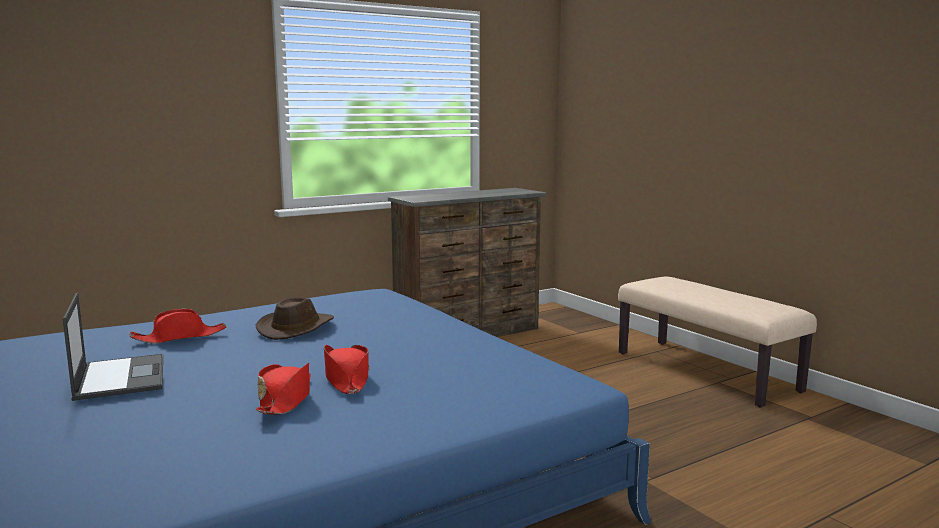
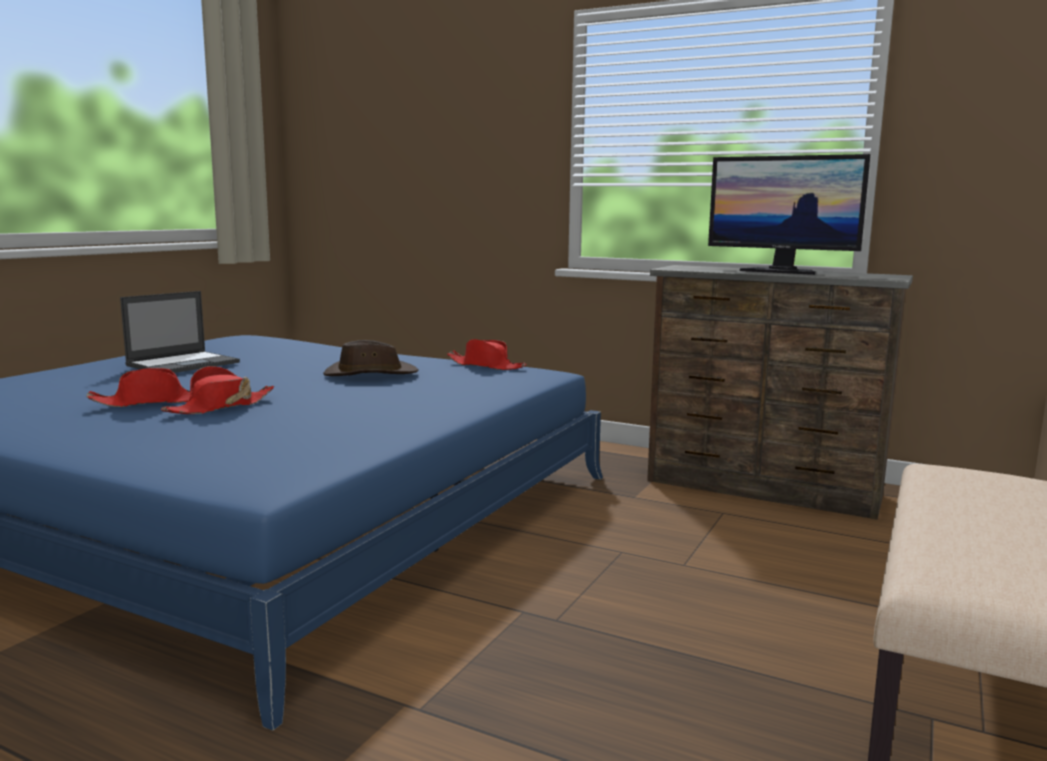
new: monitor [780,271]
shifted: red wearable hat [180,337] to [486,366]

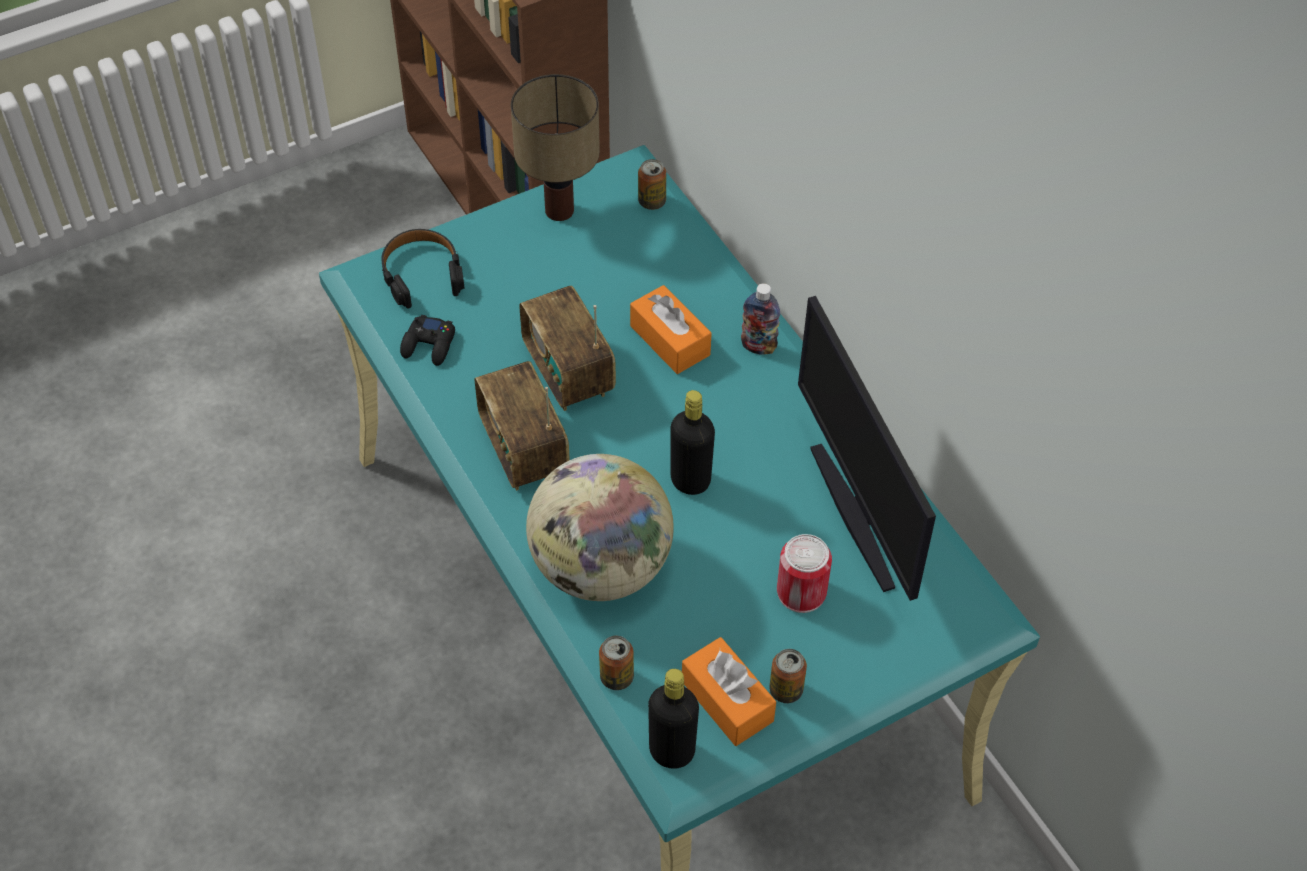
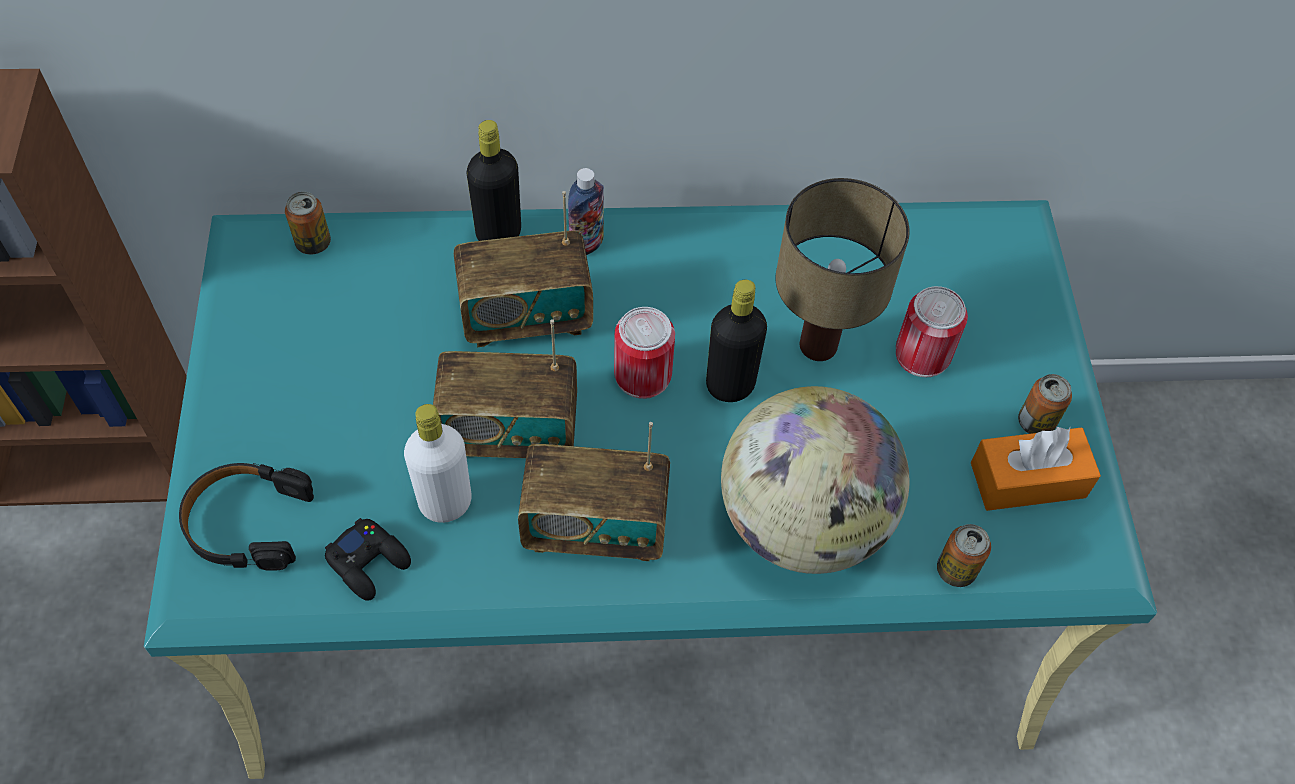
gone: monitor [857,515]
new: can [642,375]; white drink bottle [445,503]
shifted: lamp for a table [559,209] to [816,345]; black-coloured drink bottle [672,751] to [498,234]
swapped: orange-coloured tissue box [670,340] to radio [526,317]

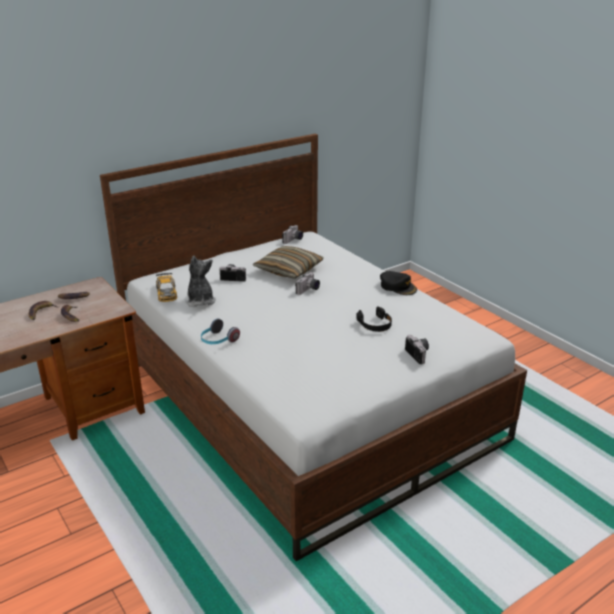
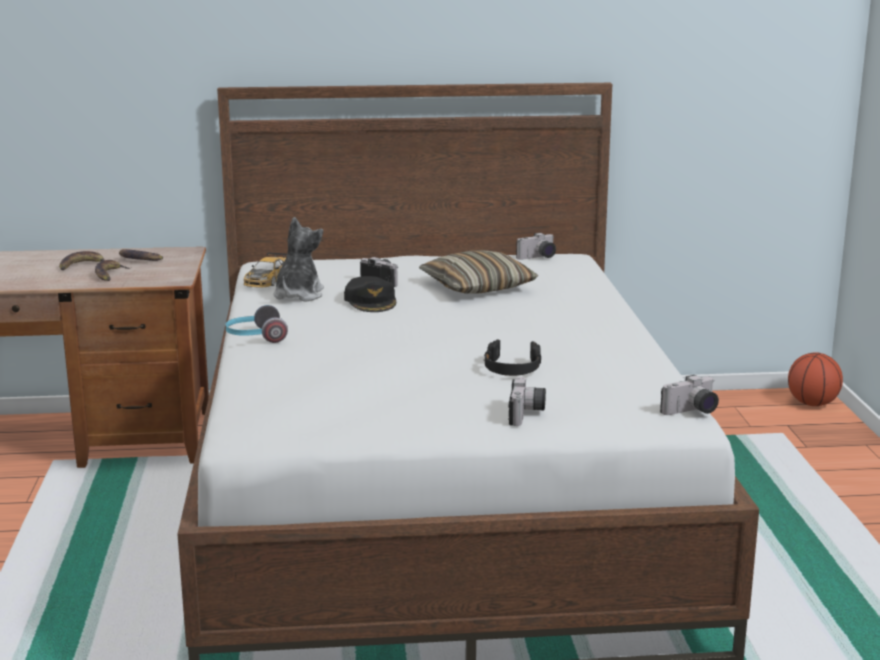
new: ball for basketball [812,404]
shifted: black-coloured peaked cap [398,287] to [371,301]; still camera [308,290] to [692,412]

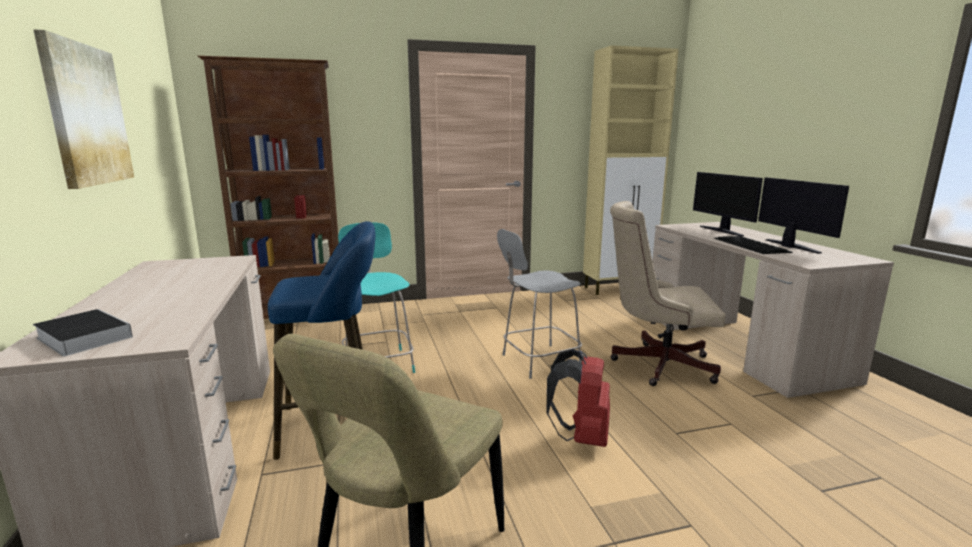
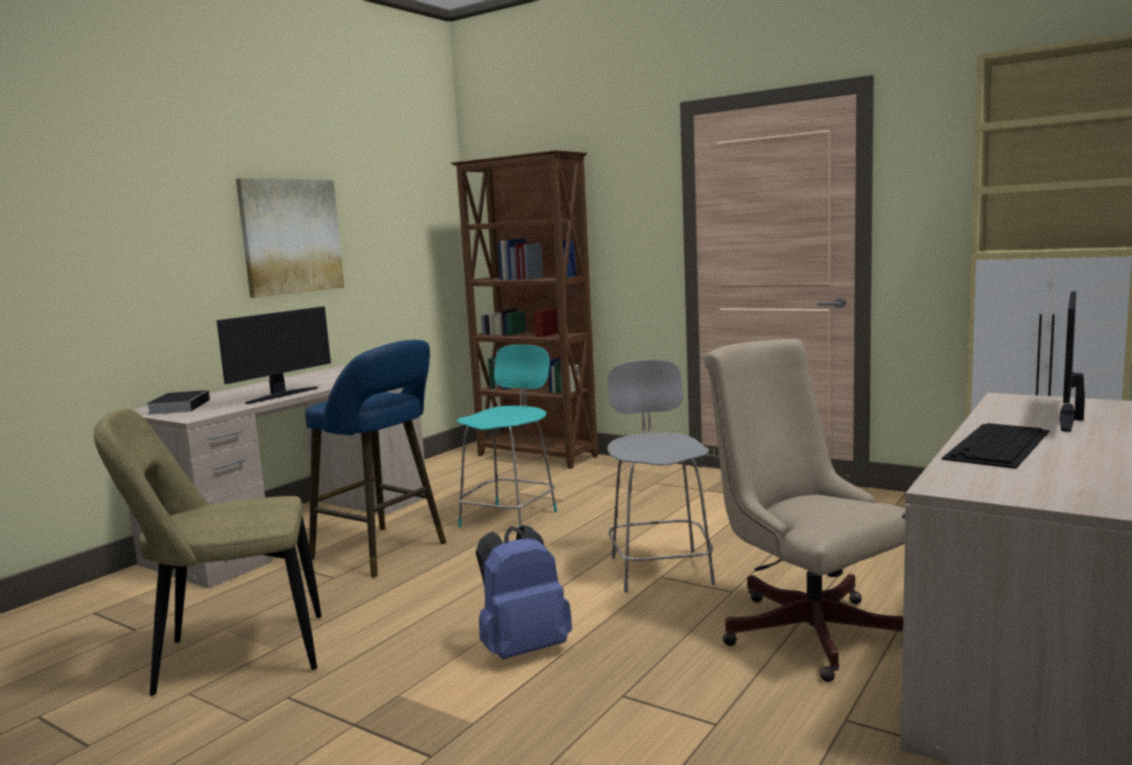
shifted: monitor [790,246] to [281,395]
repainted: red backpack [581,437] to bluish backpack [523,648]
rotated: grey chair [538,361] = [660,569] 60 degrees clockwise

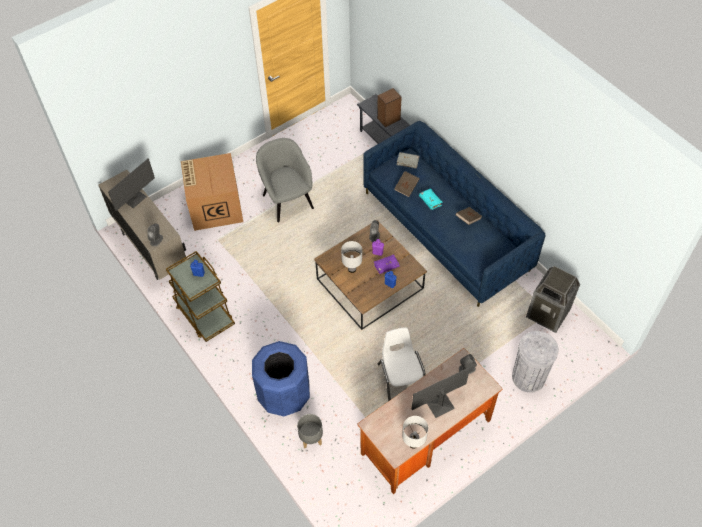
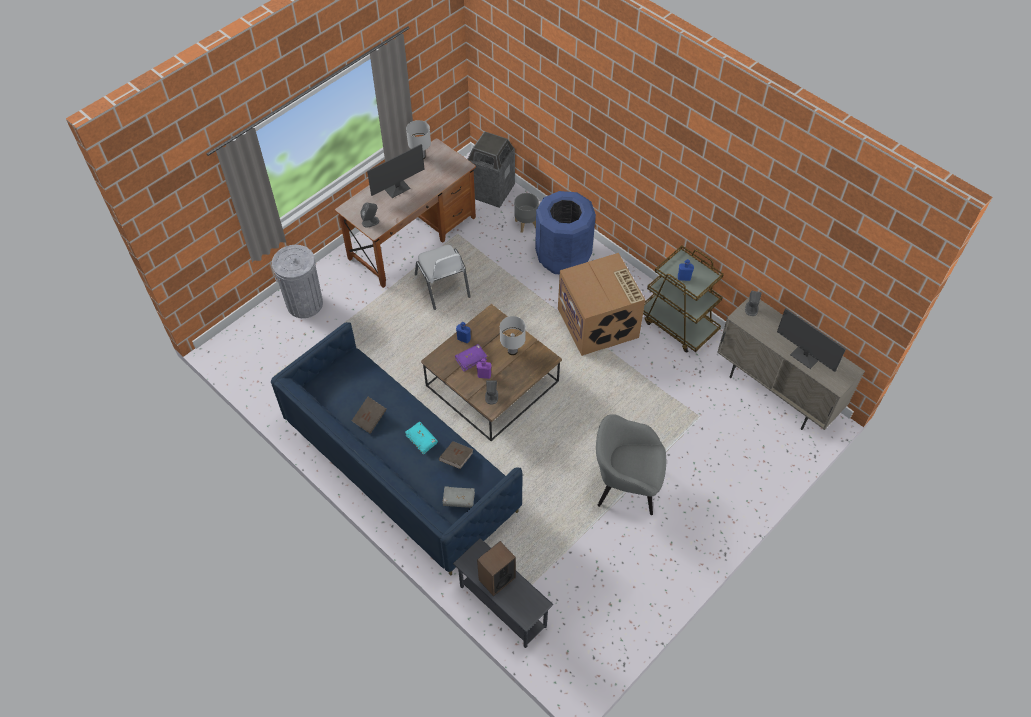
shifted: carton [215,206] to [599,323]; rubbish bin [548,313] to [491,191]
rotated: grey lounge chair [287,200] = [625,485] 135 degrees clockwise; monitor [135,199] = [805,356] 75 degrees counterclockwise

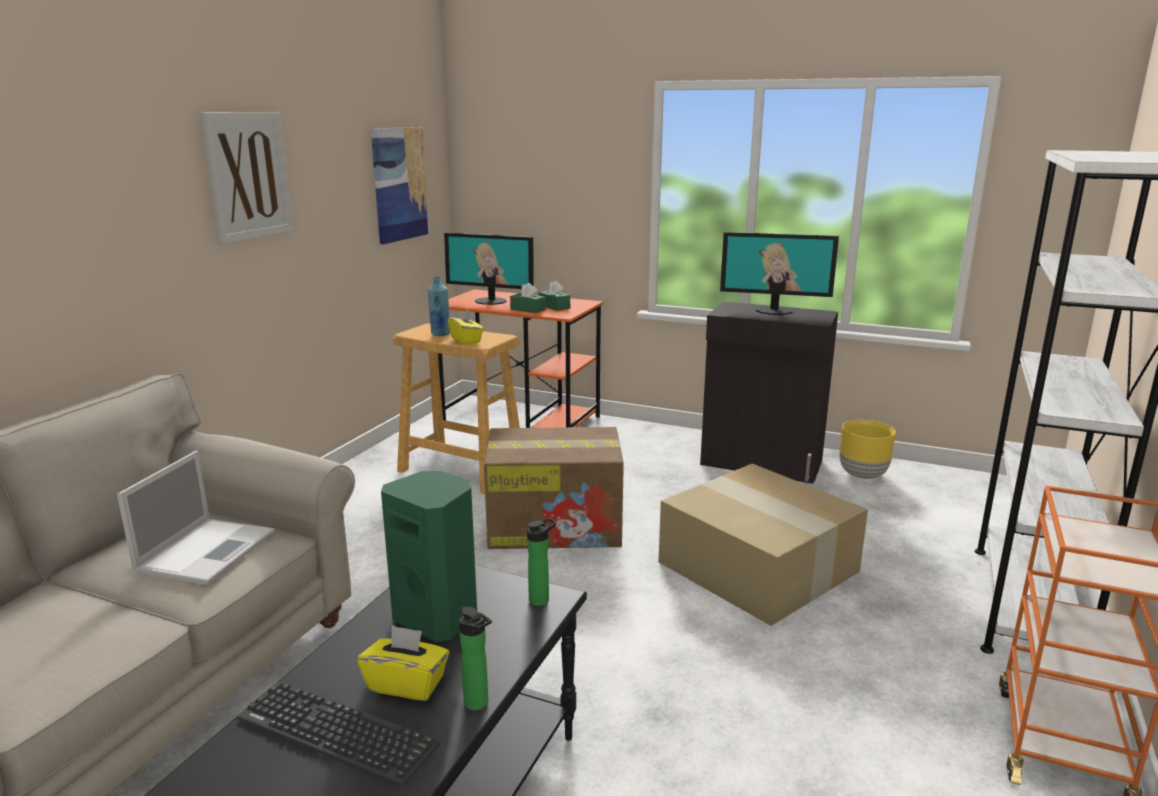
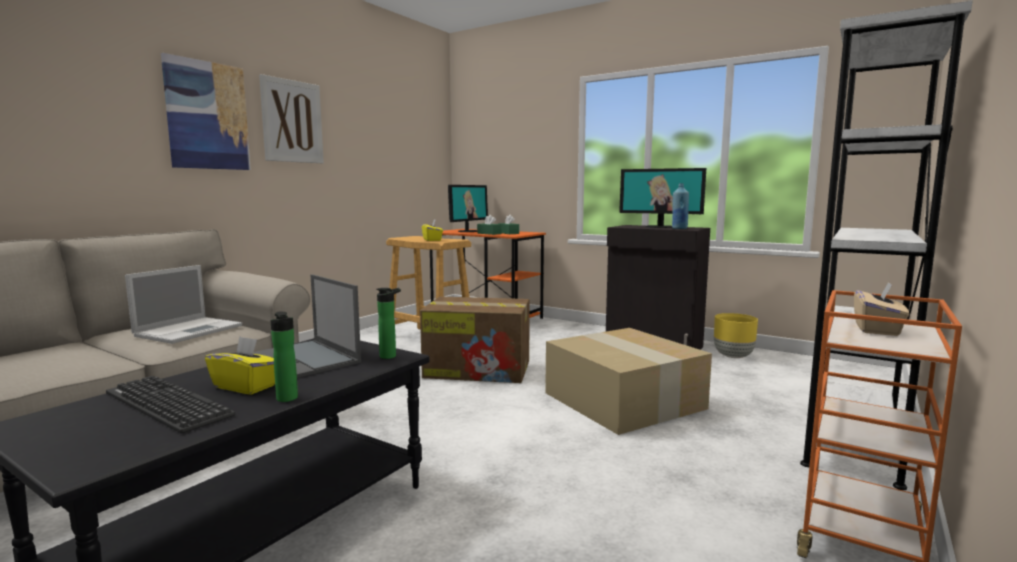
new: beige-coloured tissue box [877,329]
shifted: wall art [399,184] to [207,116]; bluish drink bottle [440,334] to [679,228]
swapped: green loudspeaker [438,618] to notebook computer [304,359]
rotated: monitor [491,301] = [468,231] 90 degrees counterclockwise

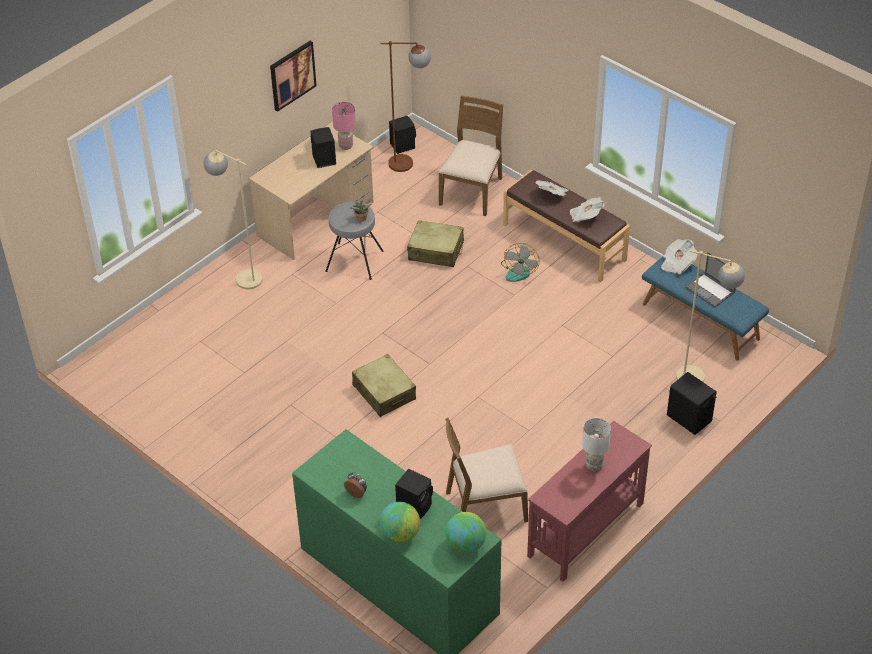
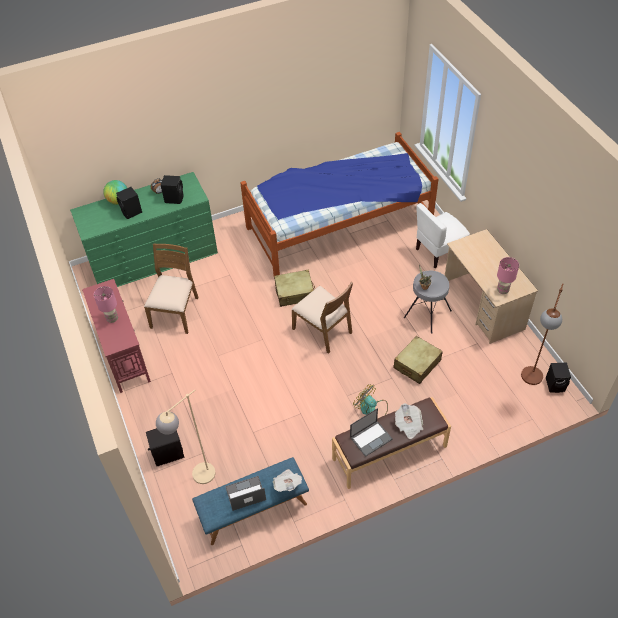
gone: wall art [292,75]; desk globe [465,544]
new: bed [338,225]
shifted: brownish chair [472,191] to [323,330]; black-coloured loudspeaker [323,160] to [174,198]
swapped: beige-coloured floor lamp [241,276] to white chair [439,252]; newspaper [585,216] to notebook computer [371,438]
repainted: white lamp for a table [593,466] to pinkish lamp for a table [112,318]

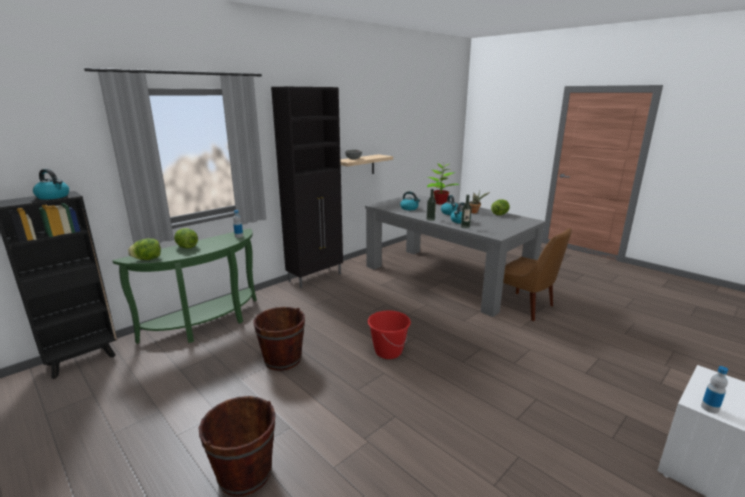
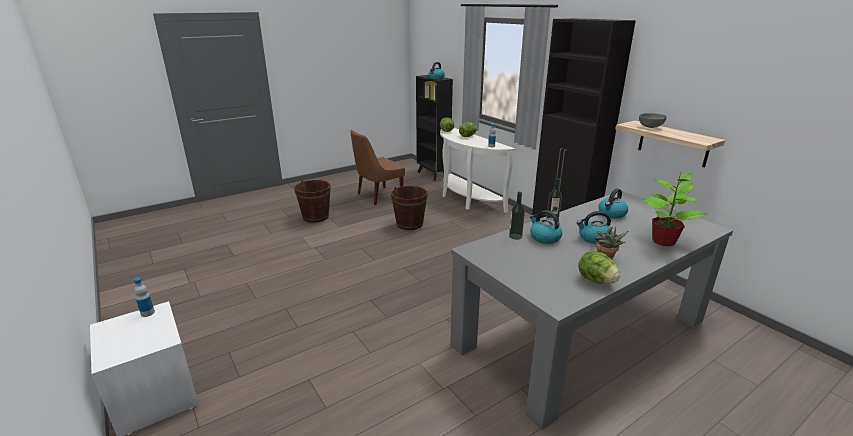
gone: red water bucket [388,351]
shifted: brownish chair [526,307] to [378,196]
repainted: green console table [207,325] to white console table [466,199]

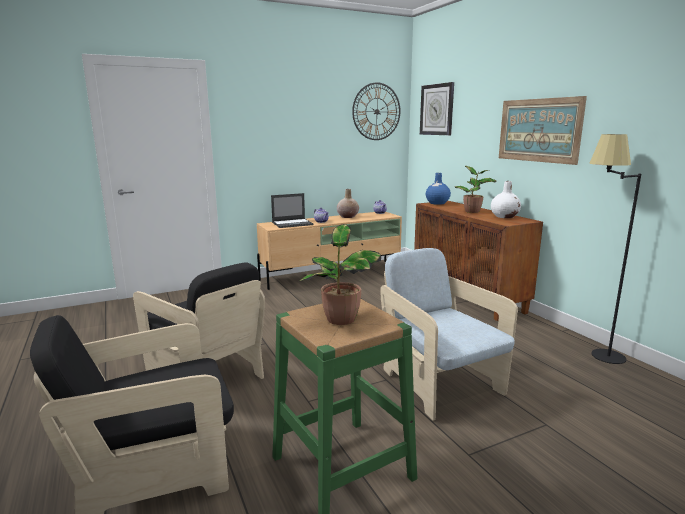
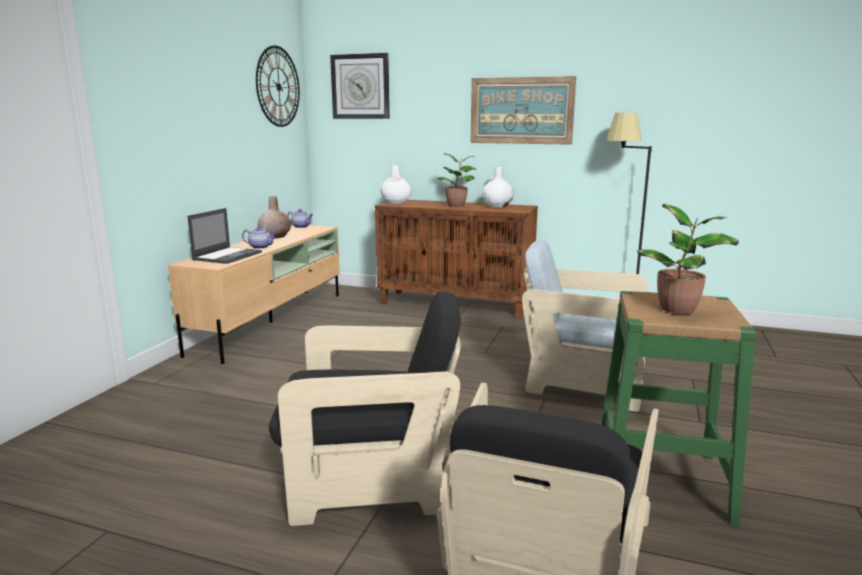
repainted: bluish flower vase [437,203] to white flower vase [395,202]

